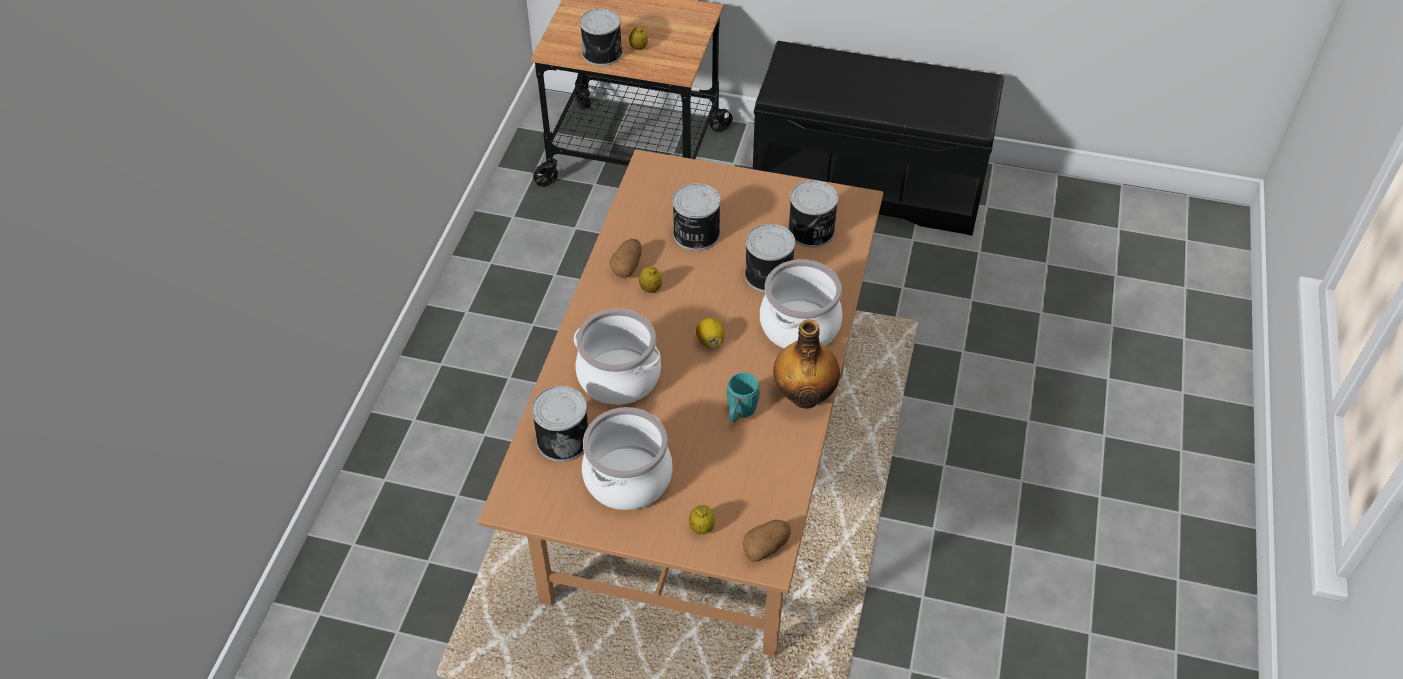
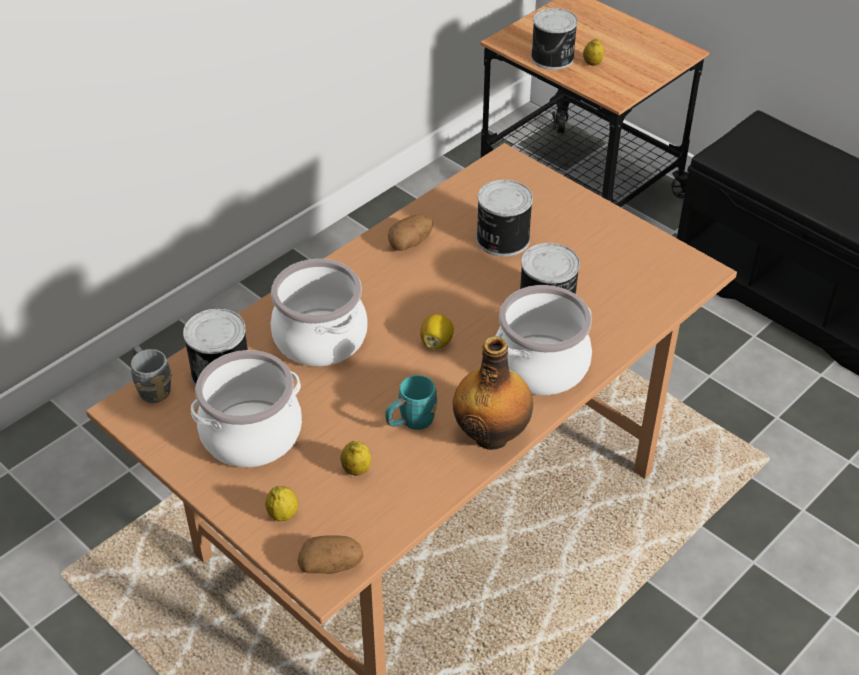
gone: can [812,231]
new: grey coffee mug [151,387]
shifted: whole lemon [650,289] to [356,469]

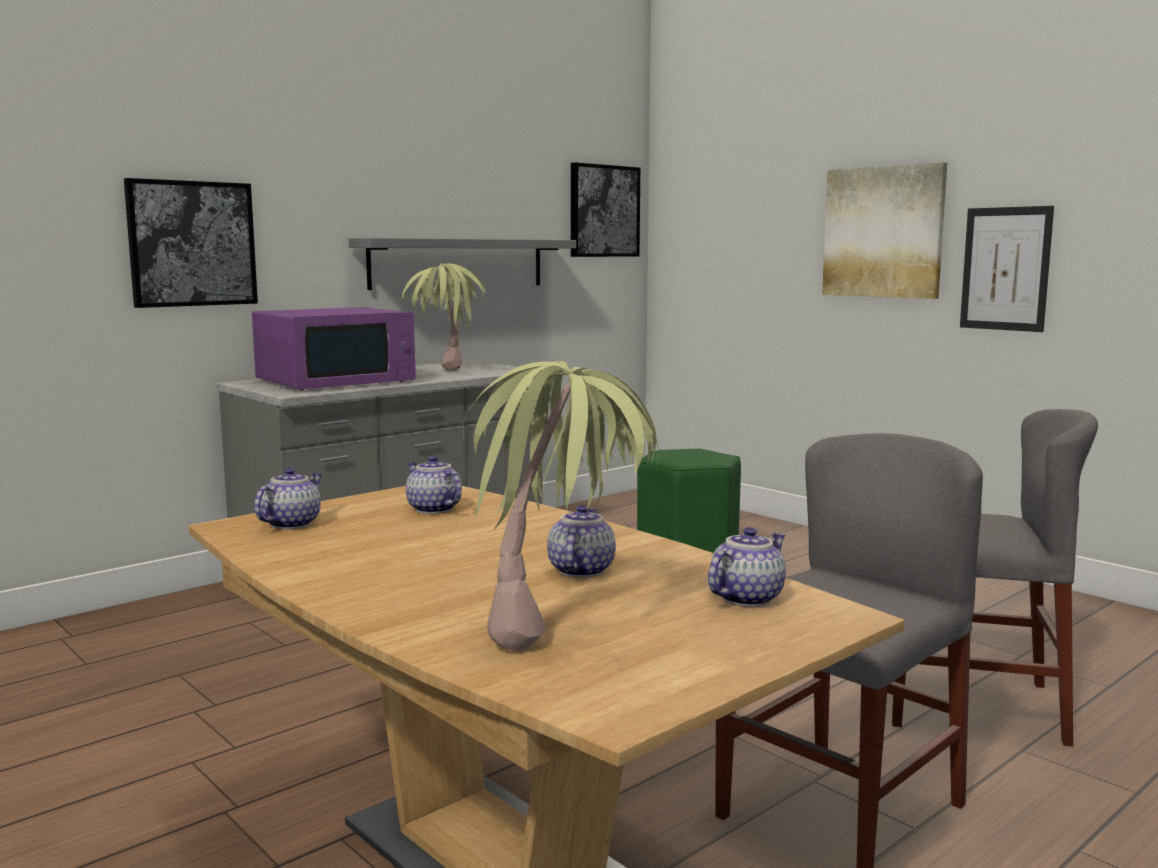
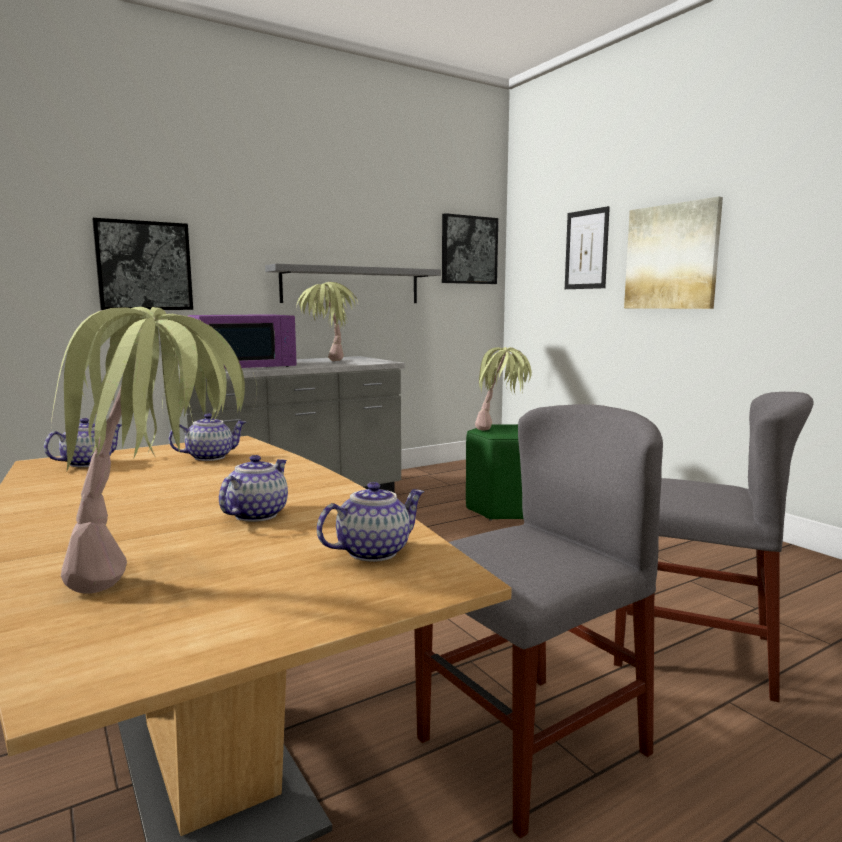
new: houseplant [502,431]
shifted: wall art [1005,269] to [586,249]
rotated: pot for tea [432,509] = [210,457] 90 degrees clockwise

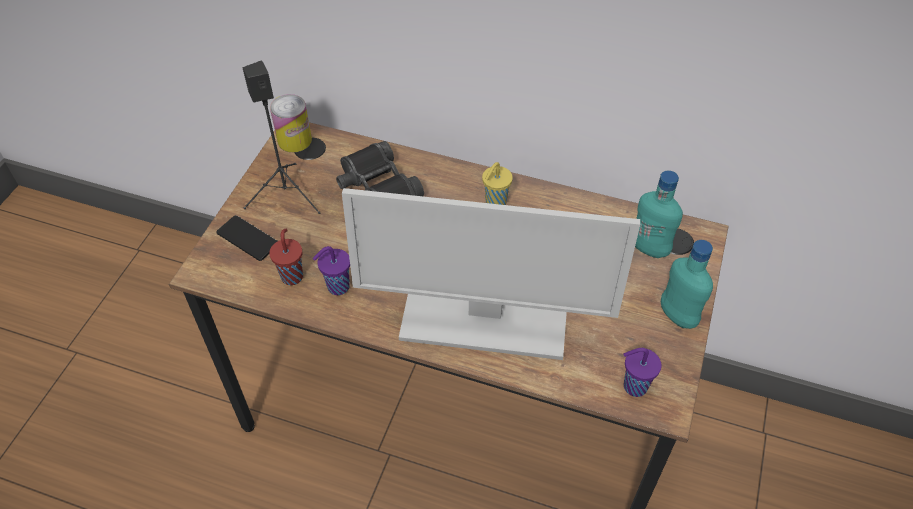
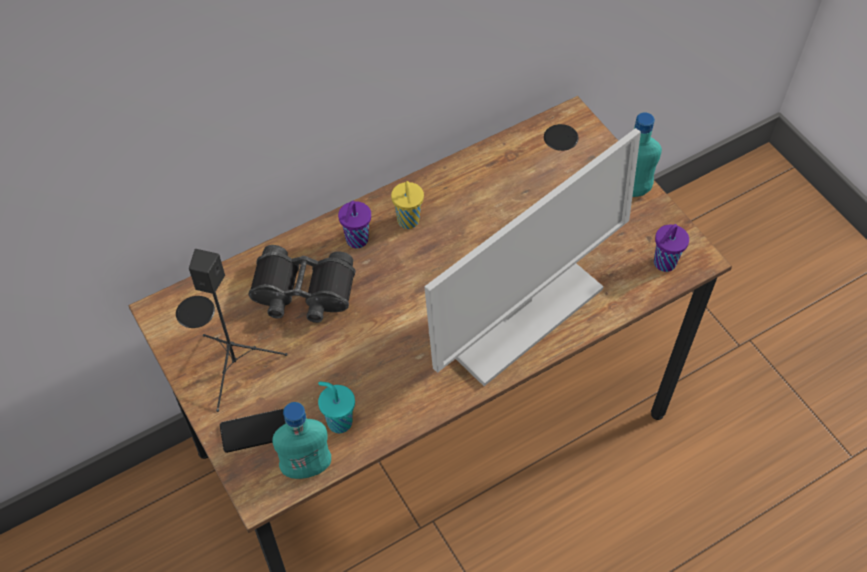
gone: can [294,140]
shifted: turquoise drink bottle [649,248] to [306,467]; purplish cup [337,287] to [356,241]
repainted: red cup [292,275] to turquoise cup [338,421]

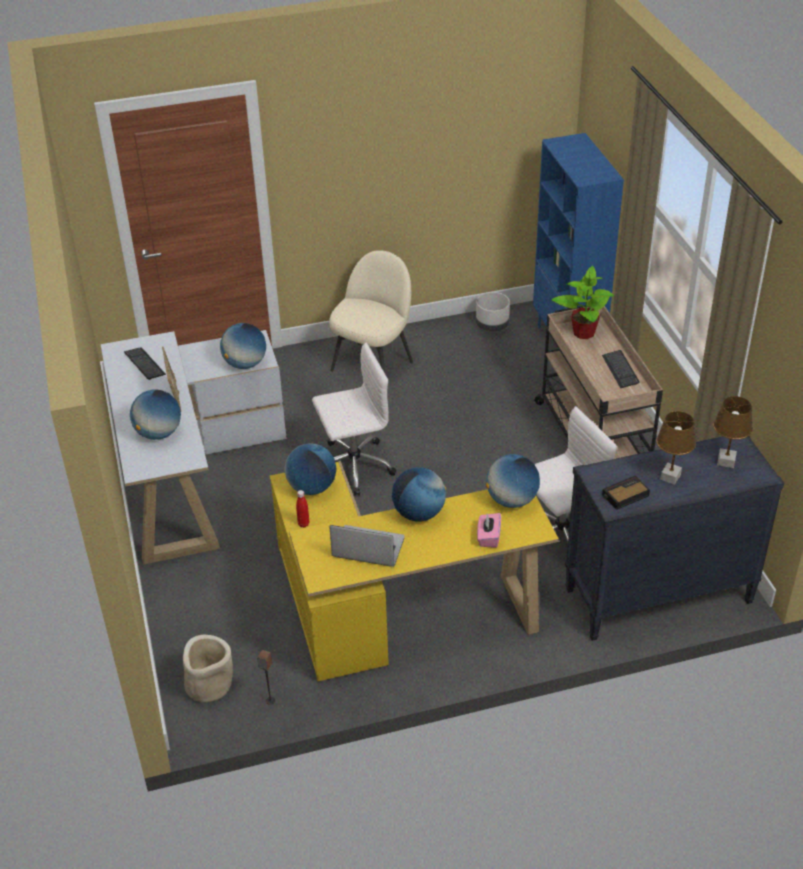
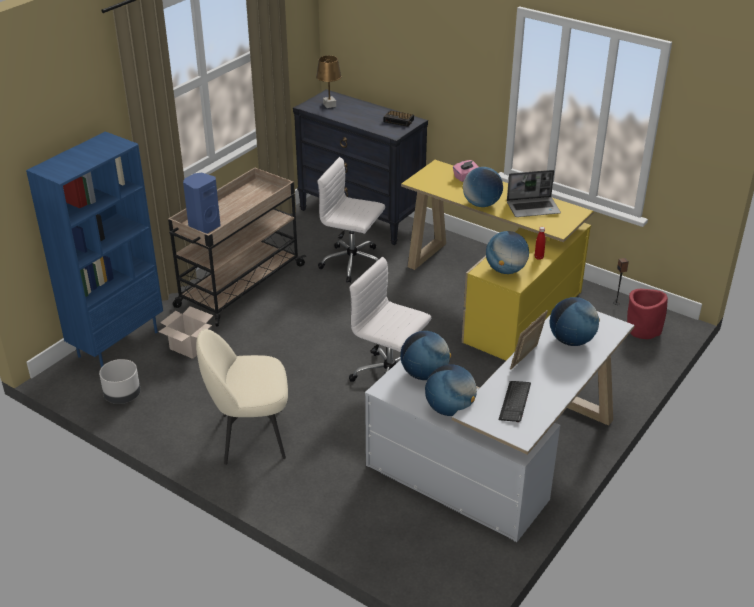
gone: computer keyboard [620,370]; brownish lamp for a table [670,477]
new: carton [188,347]
shifted: desk globe [512,500] to [449,409]
swapped: houseplant [583,332] to bluish loudspeaker [203,227]
repainted: beige-coloured planter [209,686] to red planter [643,329]
rotated: notebook computer [367,548] = [533,208] 75 degrees counterclockwise

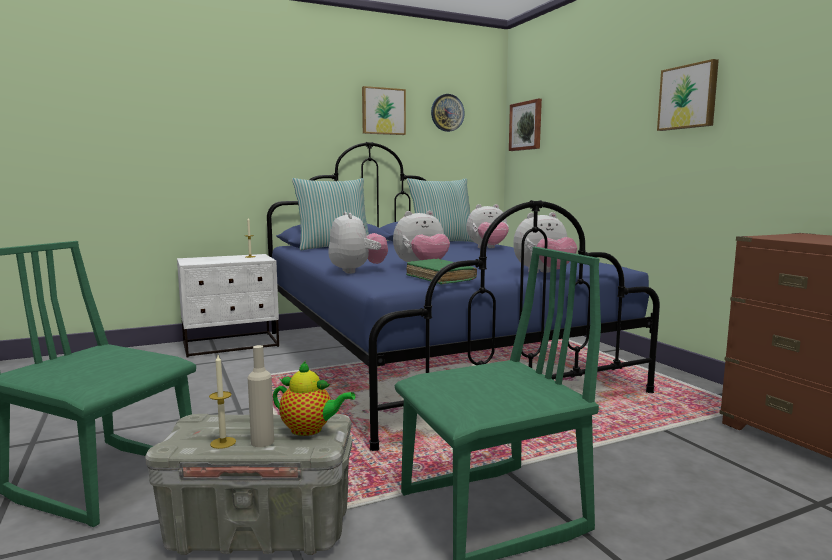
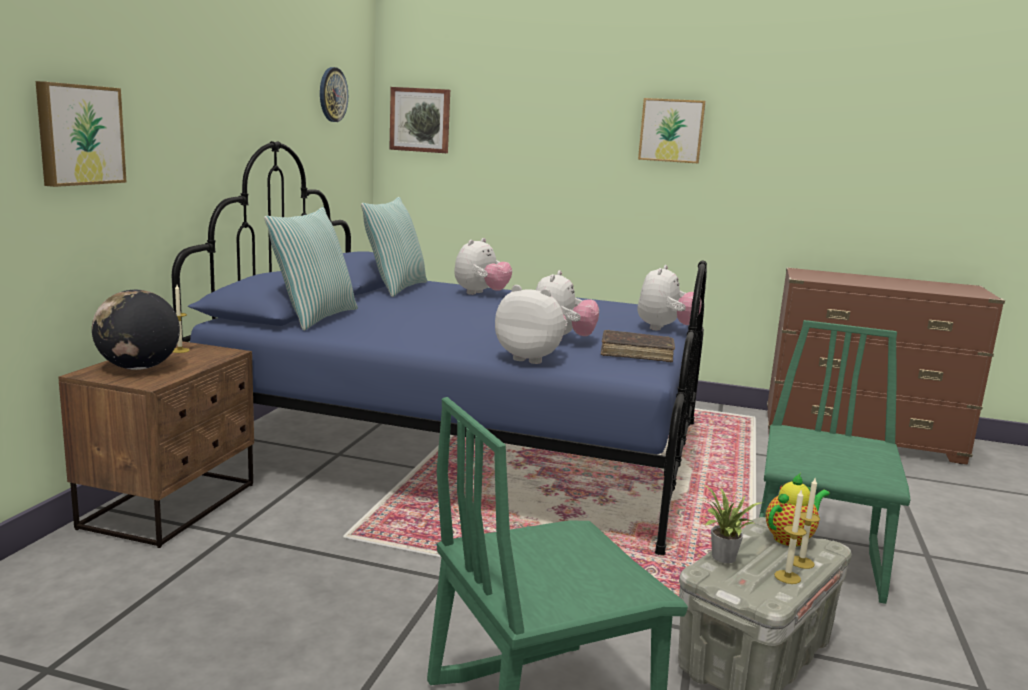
new: desk globe [138,367]; houseplant [721,558]
shifted: wall art [383,111] to [79,134]
swapped: beige-coloured drink bottle [262,442] to candle [801,562]
repainted: white nightstand [231,345] to brownish nightstand [172,506]; green bound book [440,279] to brownish bound book [636,354]

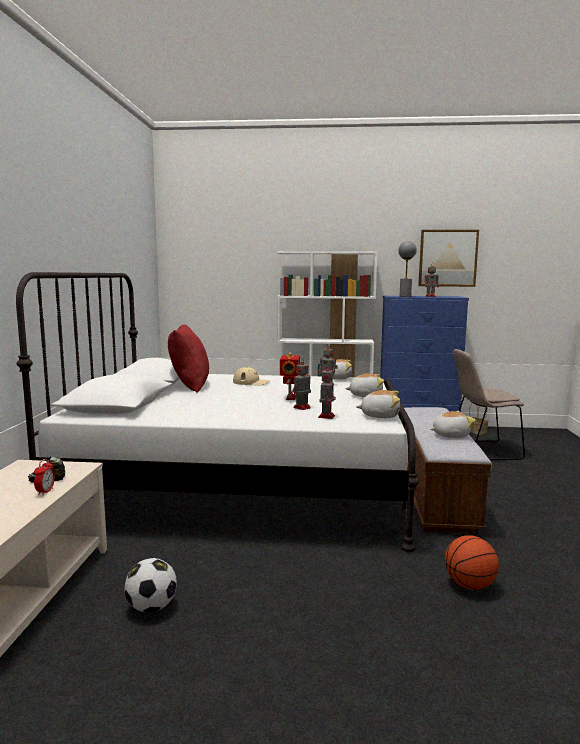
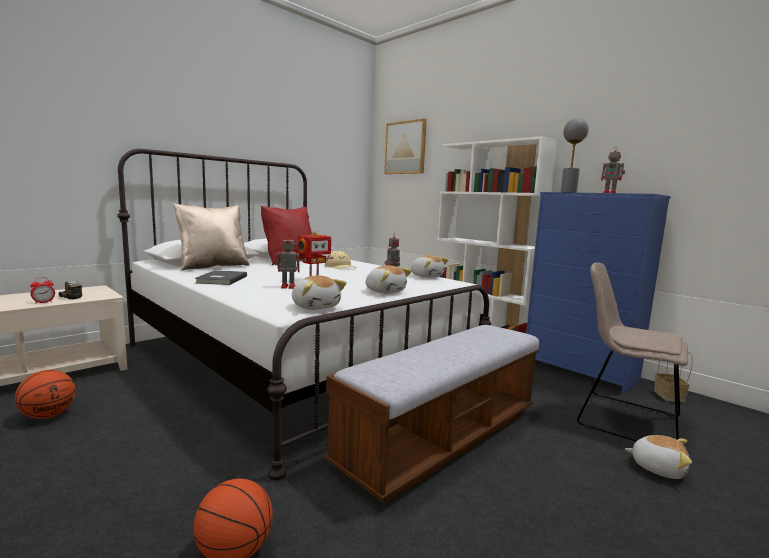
gone: model robot [326,416]
new: beige-coloured pillow [213,266]; grey bound book [220,279]
shifted: wall art [447,258] to [405,148]; plush toy [450,435] to [657,467]
swapped: football ball [151,607] to ball for basketball [48,415]

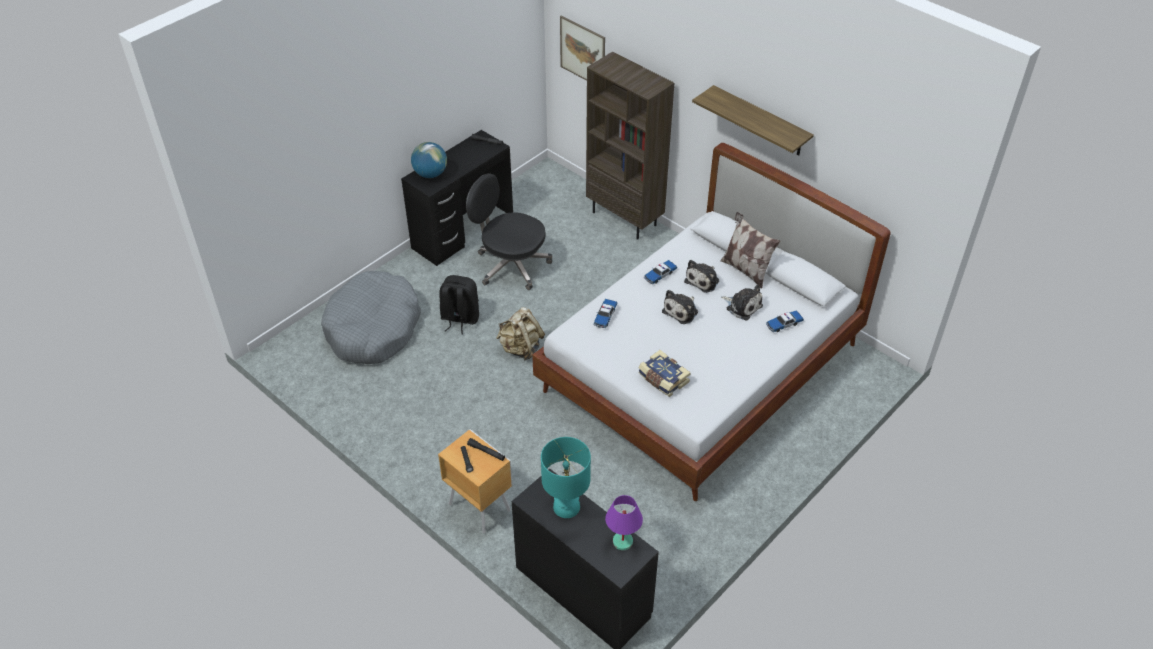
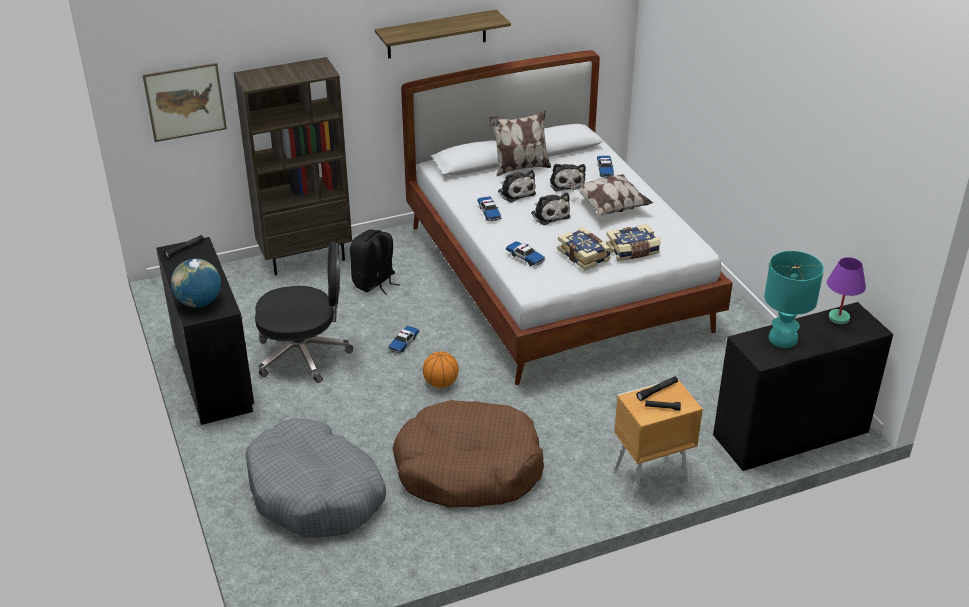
new: pillow [609,207]; bound book [584,255]; toy car [403,343]; brownish dog bed [468,469]
shifted: black-coloured backpack [459,319] to [374,283]
swapped: beige-coloured backpack [521,348] to ball for basketball [440,383]
rotated: black-coloured office chair [511,265] = [304,354] 150 degrees counterclockwise; plush toy [742,306] = [566,183] 105 degrees clockwise

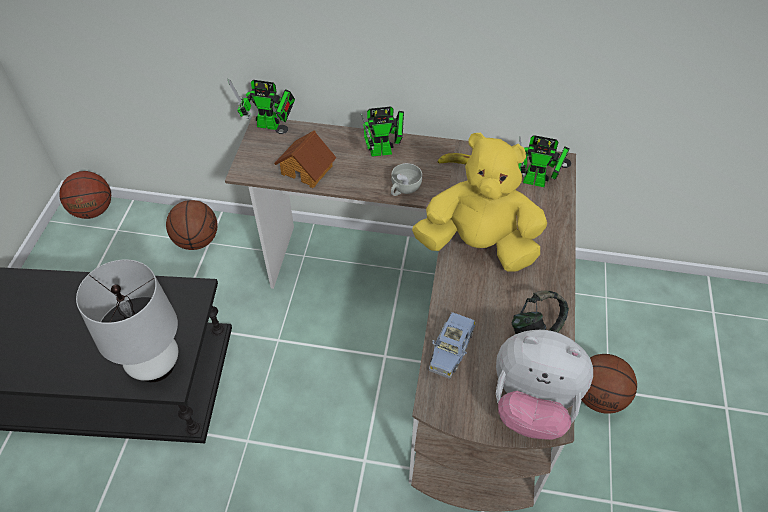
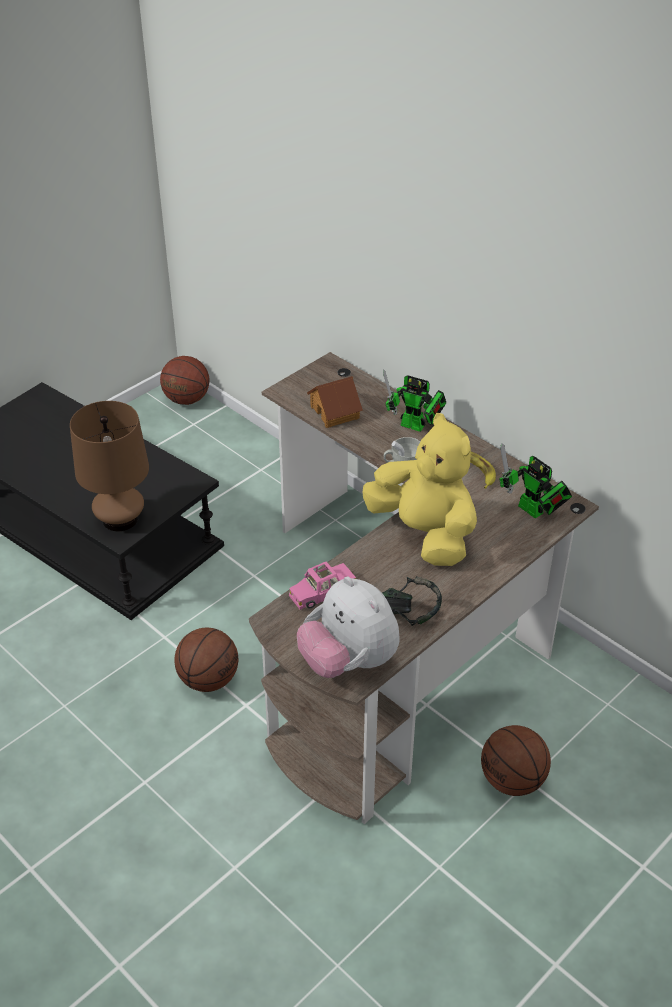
gone: model robot [271,125]
shifted: ball for basketball [197,240] to [208,679]
repainted: white lamp for a table [155,365] to brownish lamp for a table [120,519]; bluish toy car [451,349] to pinkish toy car [323,592]

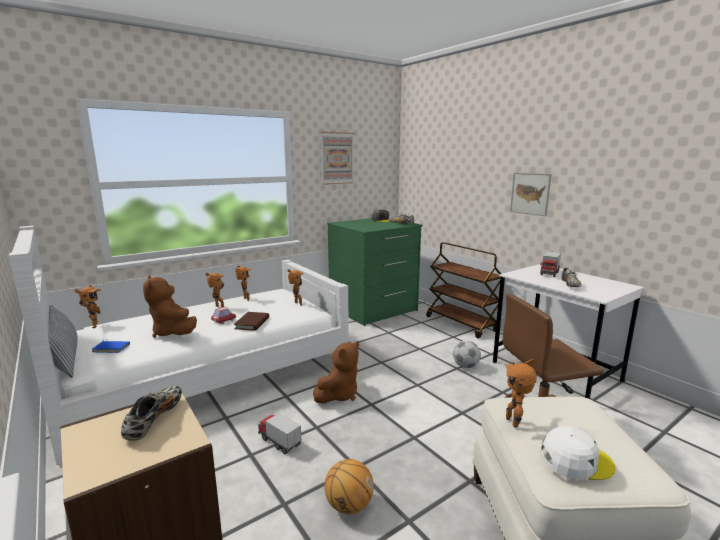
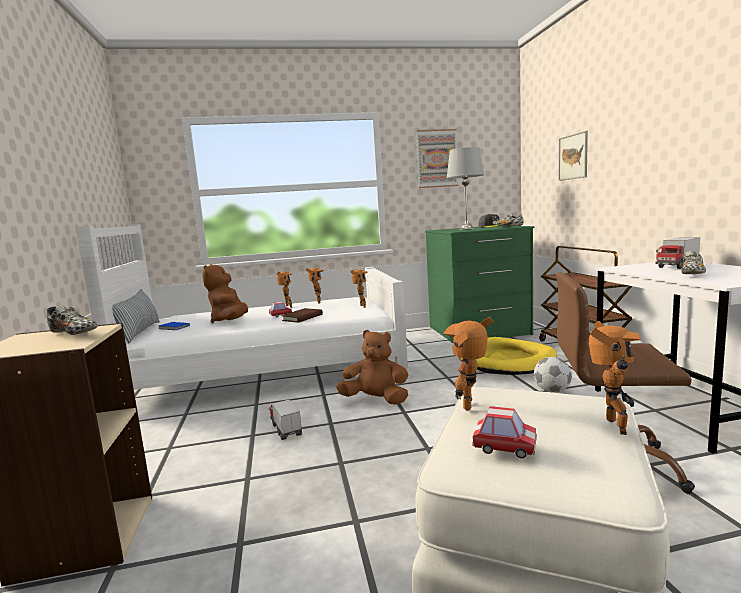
gone: ball for basketball [348,505]
new: grey lamp for a table [467,229]; yellowish dog bed [507,361]
shifted: wall art [530,193] to [573,157]; model robot [92,326] to [611,427]
swapped: white peaked cap [575,460] to toy car [504,447]
rotated: brownish plush toy [339,395] = [376,400] 135 degrees counterclockwise; item of footwear [154,419] = [74,334] 90 degrees clockwise

